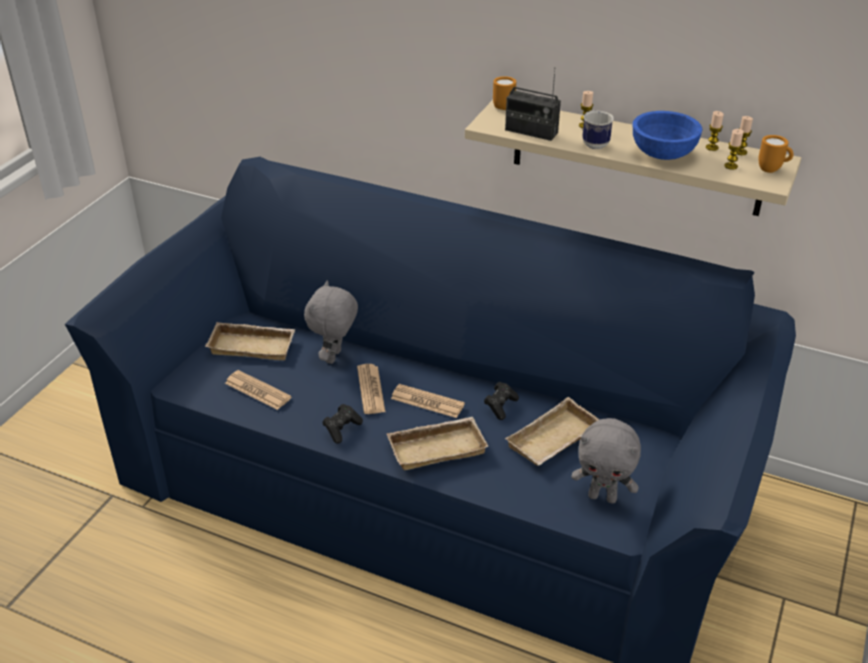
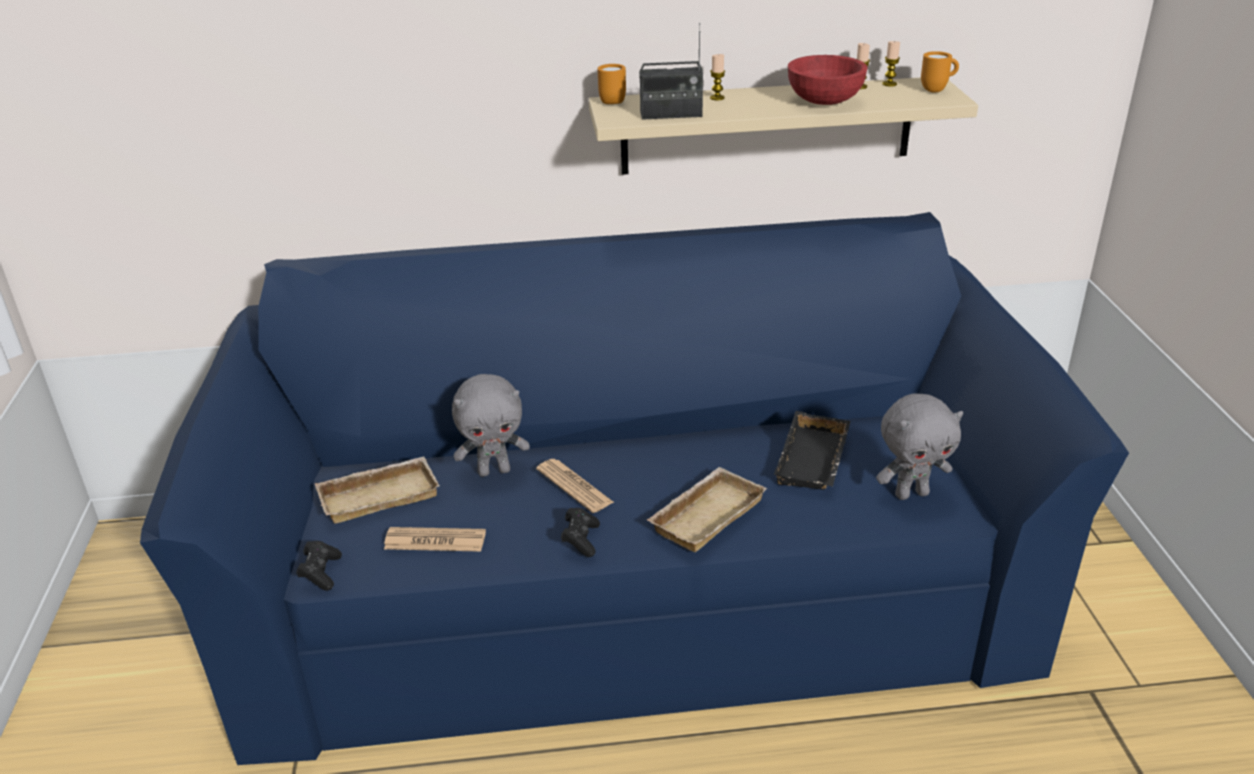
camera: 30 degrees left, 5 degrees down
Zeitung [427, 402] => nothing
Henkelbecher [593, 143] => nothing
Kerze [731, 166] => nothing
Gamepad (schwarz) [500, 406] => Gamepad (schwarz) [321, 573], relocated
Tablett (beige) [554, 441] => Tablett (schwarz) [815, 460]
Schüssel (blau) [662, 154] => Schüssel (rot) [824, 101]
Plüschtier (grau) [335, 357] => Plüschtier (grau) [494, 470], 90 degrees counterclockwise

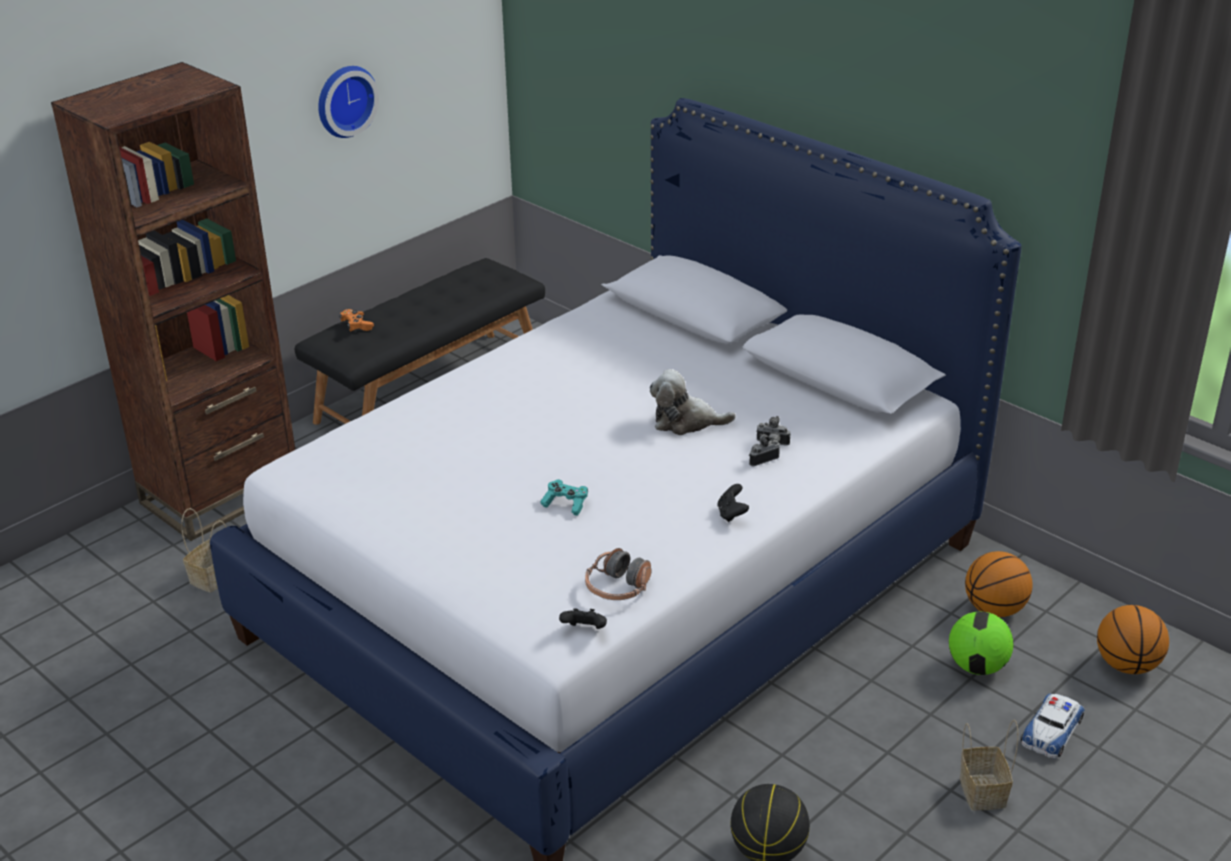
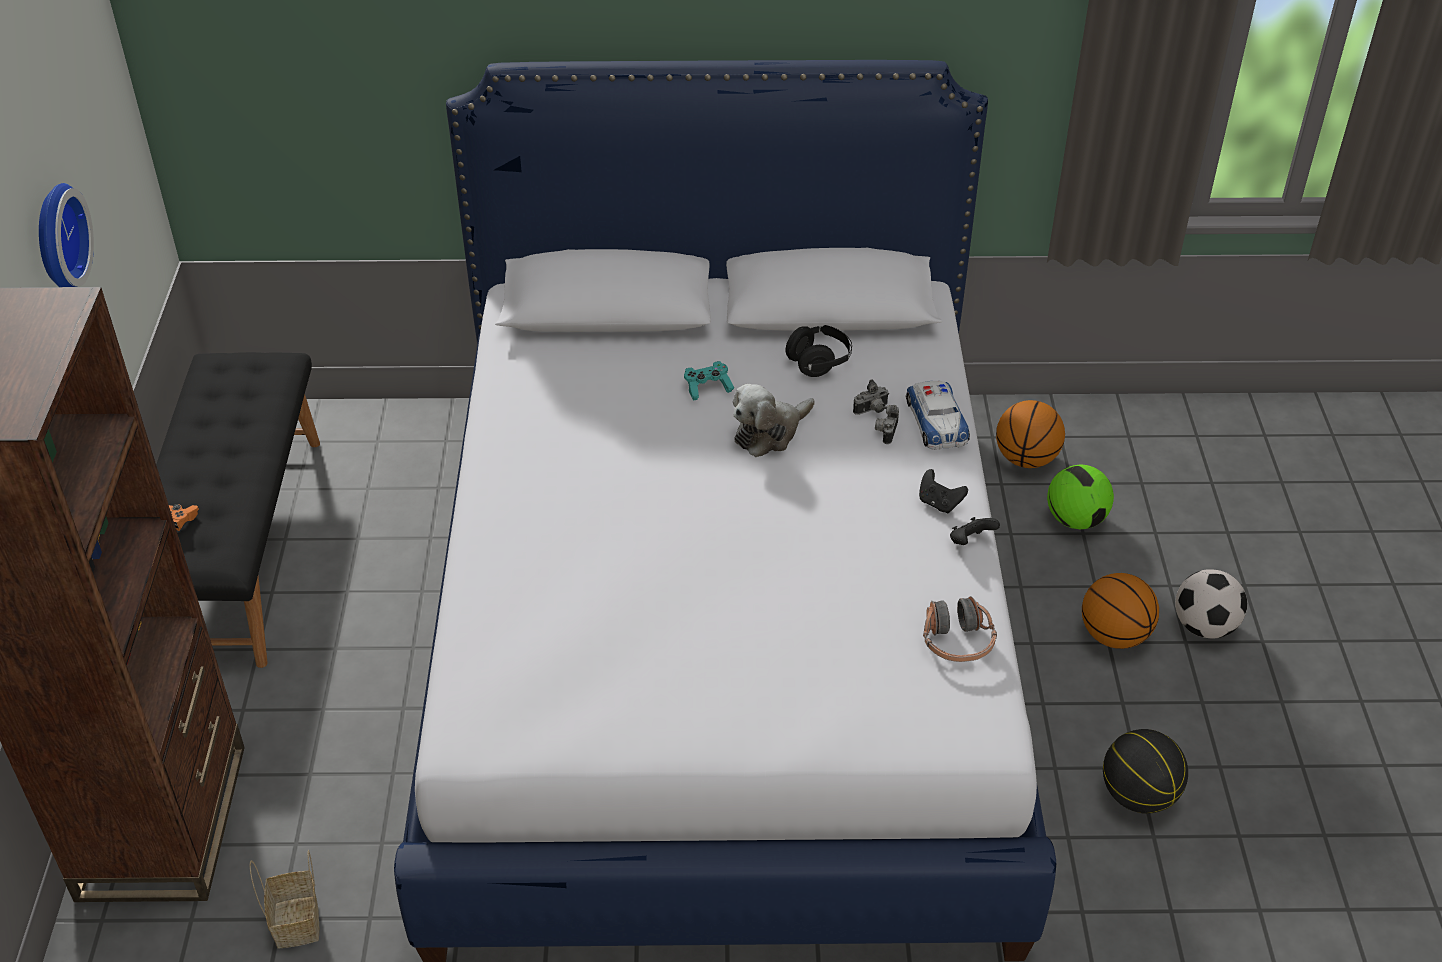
camera: 45 degrees left, 10 degrees up
nothing => Kopfhörer (schwarz) [819, 362]
Gamepad (türkis) [565, 504] => Gamepad (türkis) [707, 387], relocated
Gamepad (schwarz) [585, 630] => Gamepad (schwarz) [970, 542], relocated
Spielzeugauto [1051, 731] => Spielzeugauto [936, 421], relocated
Basketball [1127, 665] => Basketball [1114, 635], relocated
Korb [981, 790] => Fußball [1204, 626]

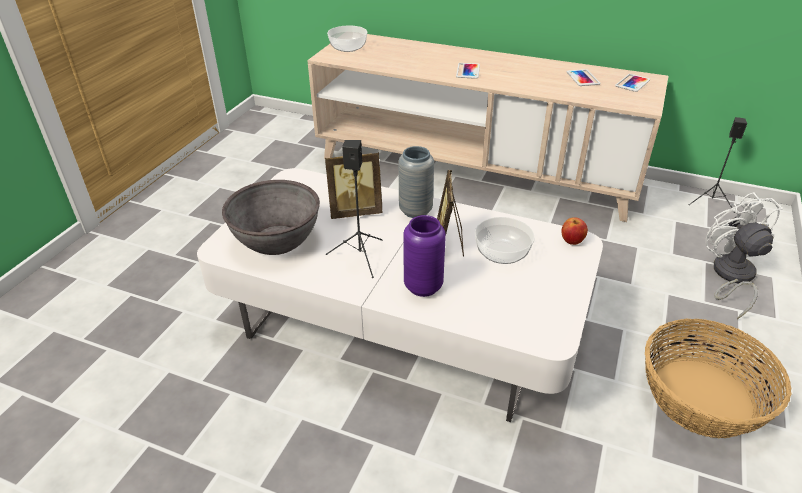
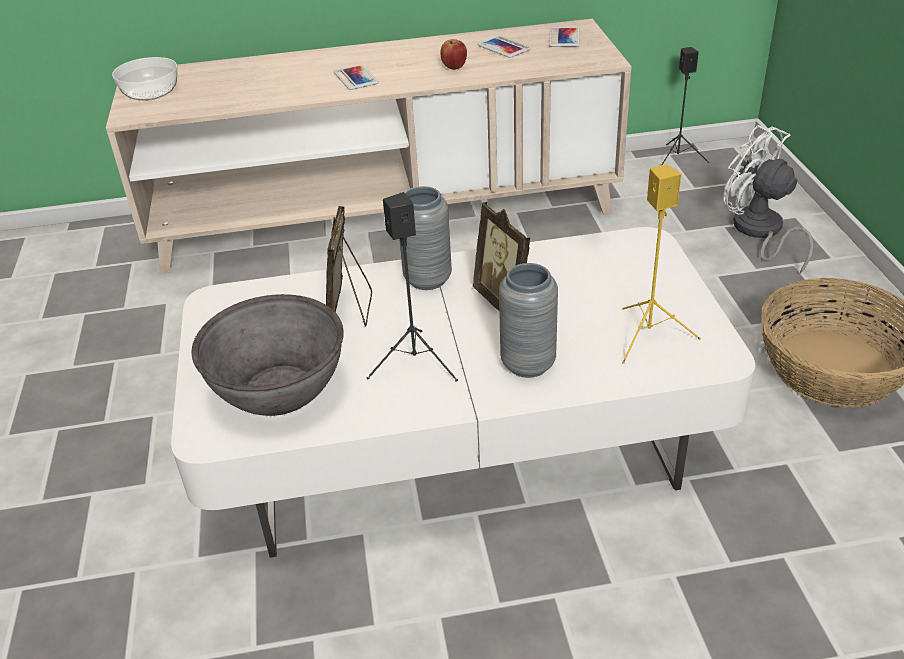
camera: 30 degrees left, 0 degrees up
Schüssel [501, 252] => nothing
nothing => Lautsprecher (gelb) [649, 336]
Apfel [572, 241] => Apfel [454, 67], relocated
Vase (lila) [423, 286] => Vase (grau) [528, 364]
Bilderrahmen [355, 211] => Bilderrahmen [350, 310], 135 degrees clockwise

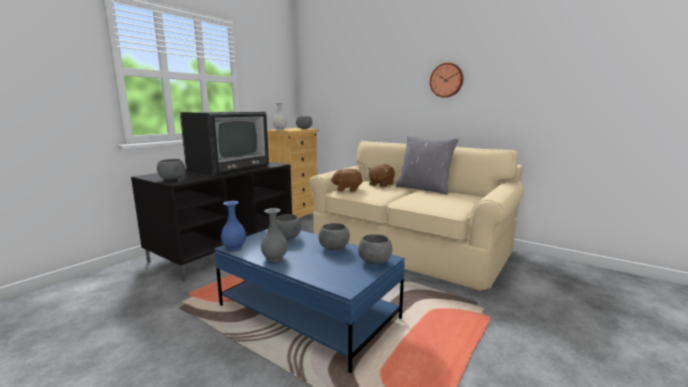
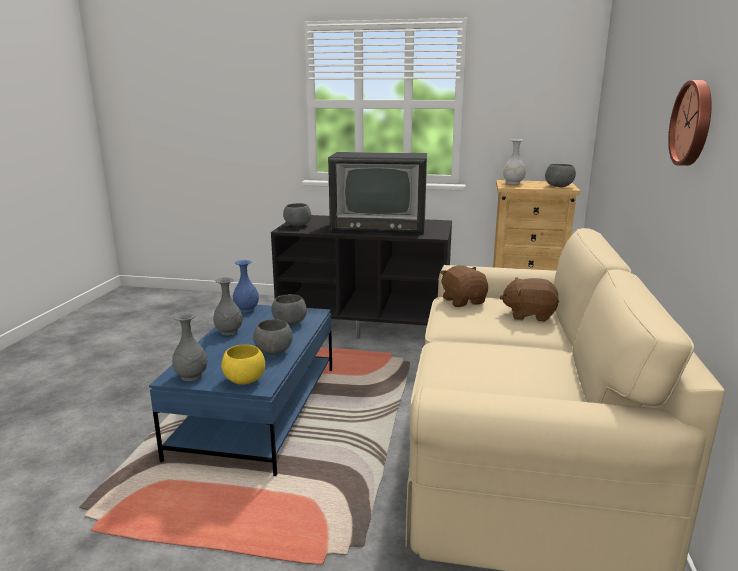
camera: 65 degrees right, 5 degrees up
Kissen (grau) [424, 189] => nothing
nothing => Vase (grau) [191, 376]
Schüssel (grau) [375, 262] => Schüssel (gelb) [244, 381]

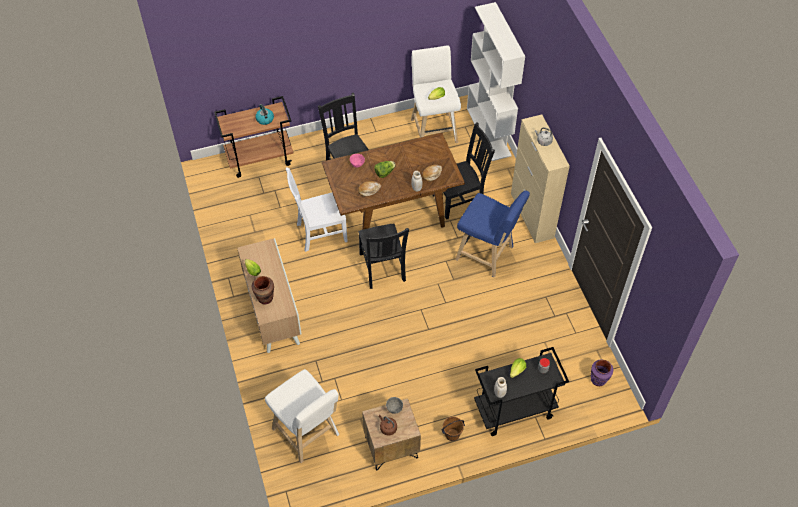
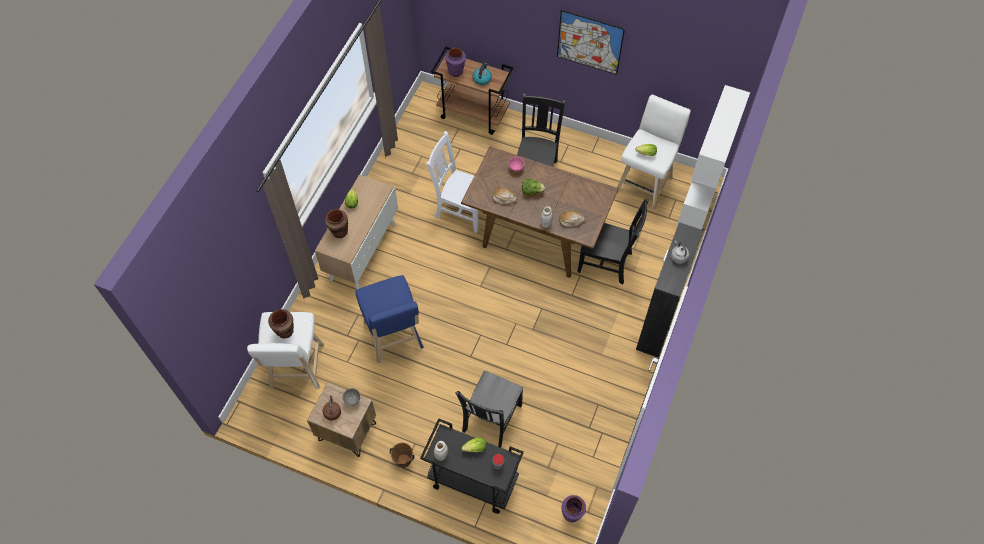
camera: 40 degrees right, 5 degrees up
nothing => Vase (braun) [285, 331]
nothing => Vase (lila) [456, 72]
nothing => Bild [589, 42]
Stuhl (schwarz) [382, 268] => Stuhl (schwarz) [491, 420], relocated
Hocker (blau) [487, 254] => Hocker (blau) [394, 338], relocated
Schrank (beige) [532, 216] => Schrank (schwarz) [657, 323]

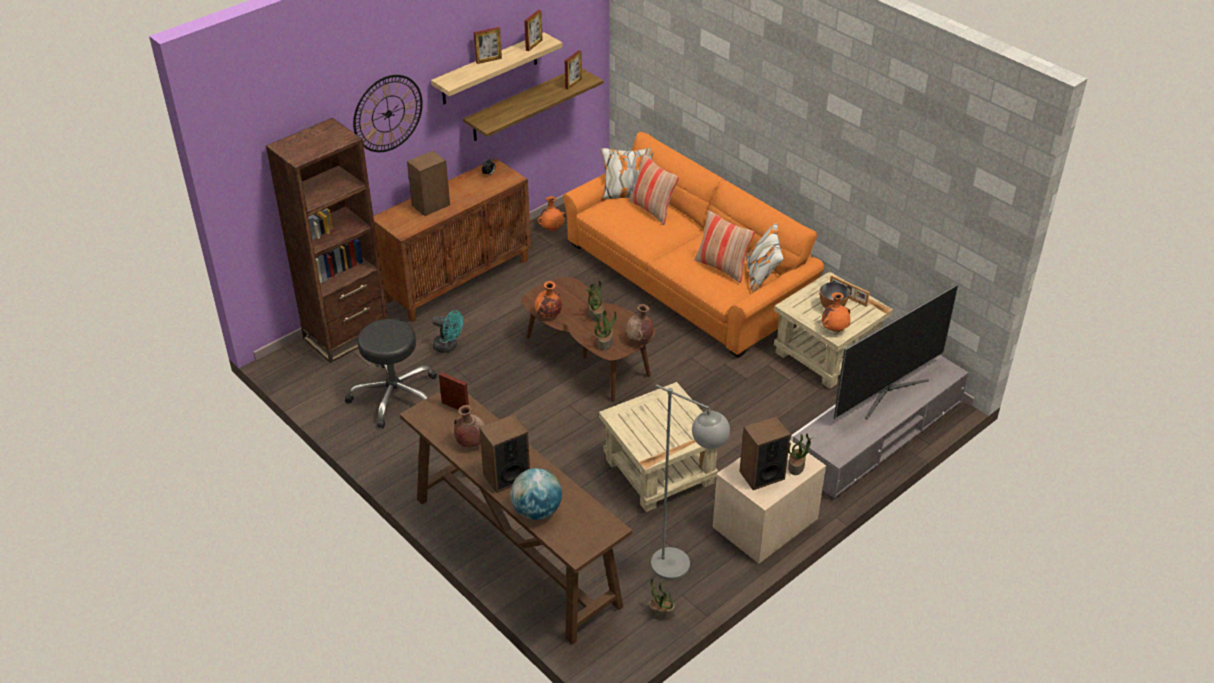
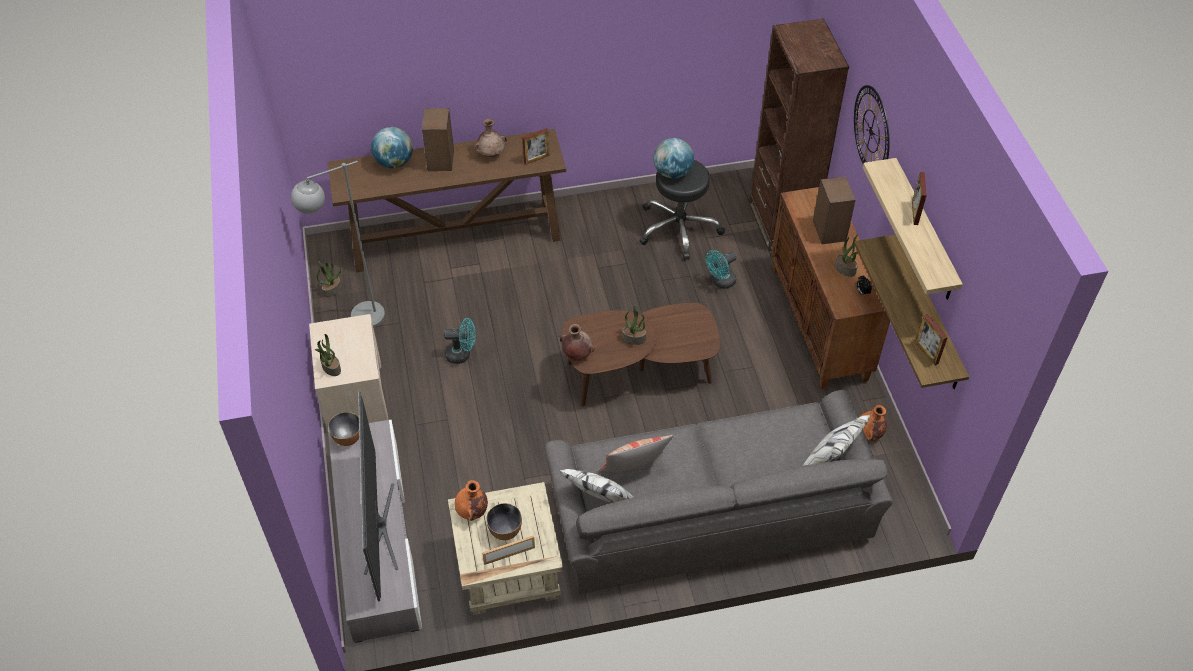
camera: 120 degrees right, 10 degrees up
Bilderrahmen [534, 45] => nothing
Vase (orange) [548, 315] => nothing
Kissen [652, 210] => nothing
Lautsprecher [761, 475] => nothing
nothing => Schüssel [348, 438]
nothing => Globus [672, 172]
Topfpflanze [605, 343] => Topfpflanze [845, 269], relocated
Beistelltisch (beige) [659, 472] => Ventilator (türkis) [462, 354]
Sofa (orange) [687, 278] => Sofa (grau) [709, 512]

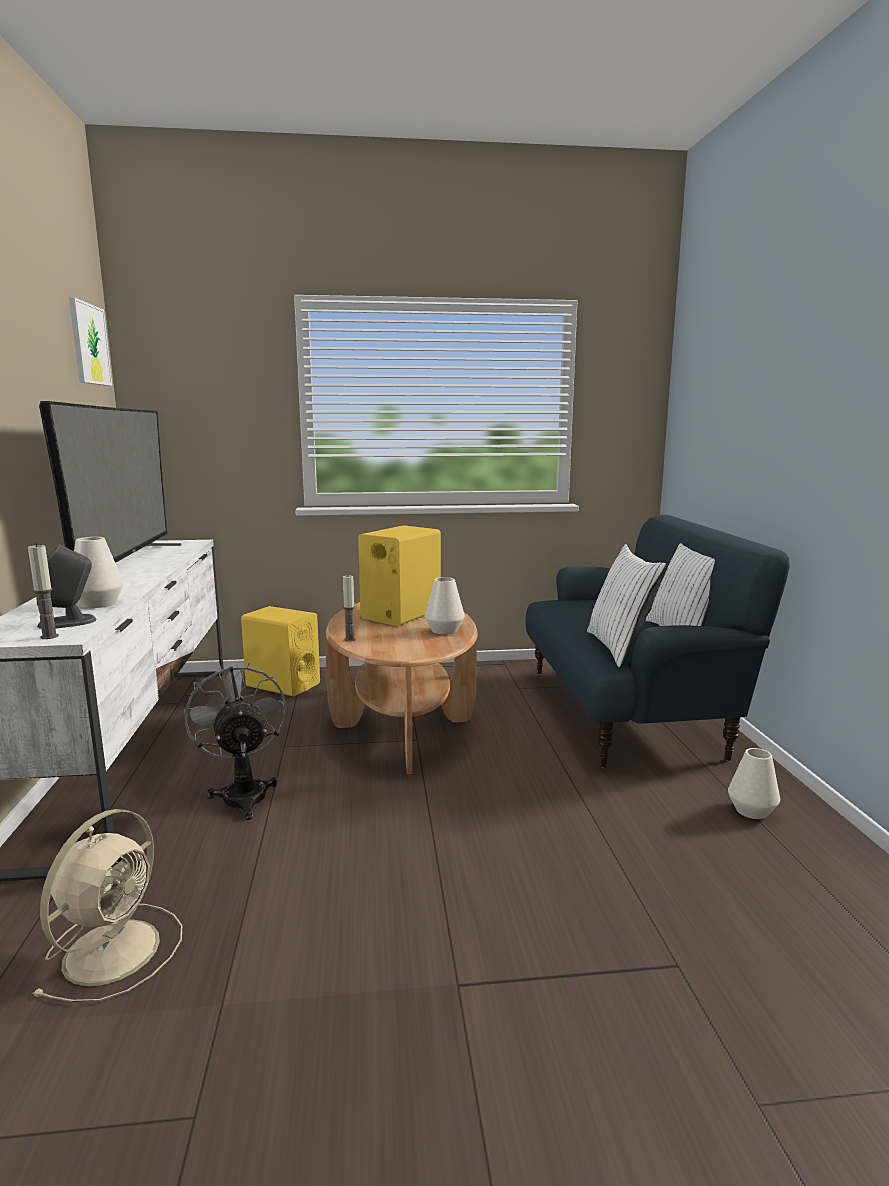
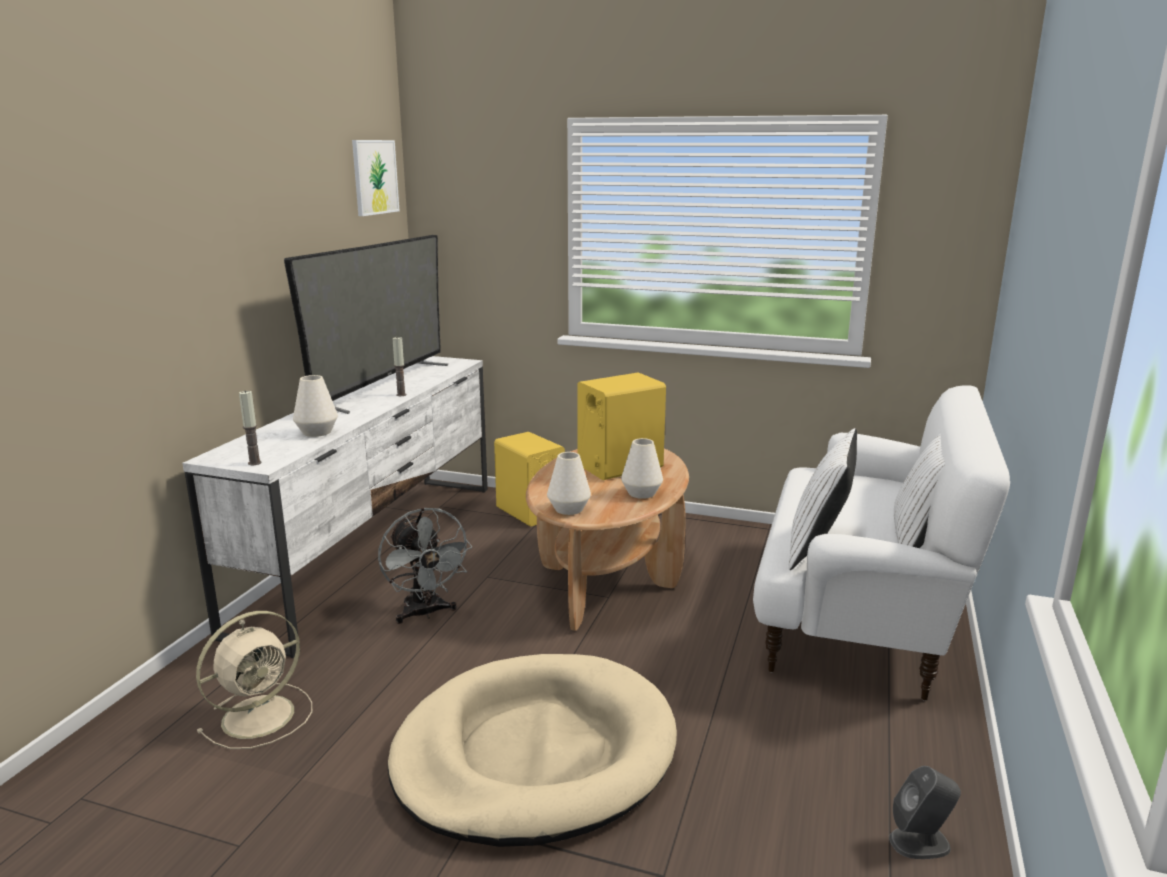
camera: 25 degrees right, 5 degrees up
nothing => Hundebett (beige) [534, 754]
Lautsprecher (grau) [68, 622] => Lautsprecher (grau) [920, 842], relocated
Kerze [350, 639] => Kerze [401, 395], relocated
Vase (weiß) [752, 811] => Vase (weiß) [569, 509], relocated
Sofa (blau) [626, 710] => Sofa (weiß) [858, 613]
Ventilator (grau) [243, 793] => Ventilator (grau) [425, 613], 150 degrees clockwise

